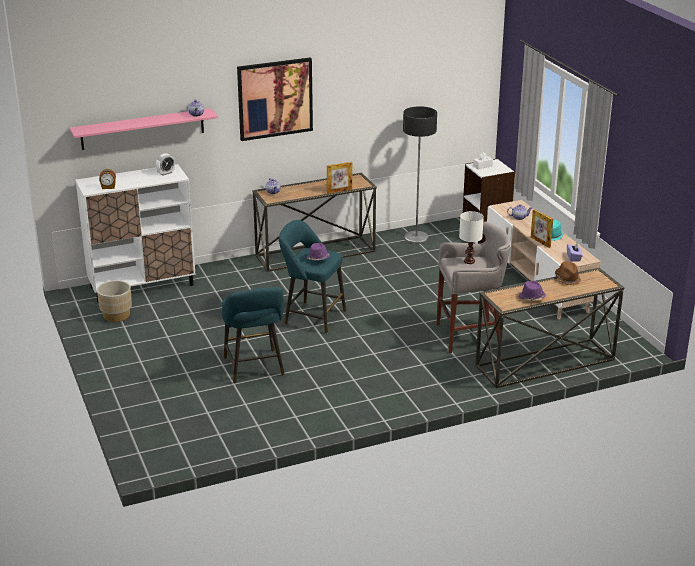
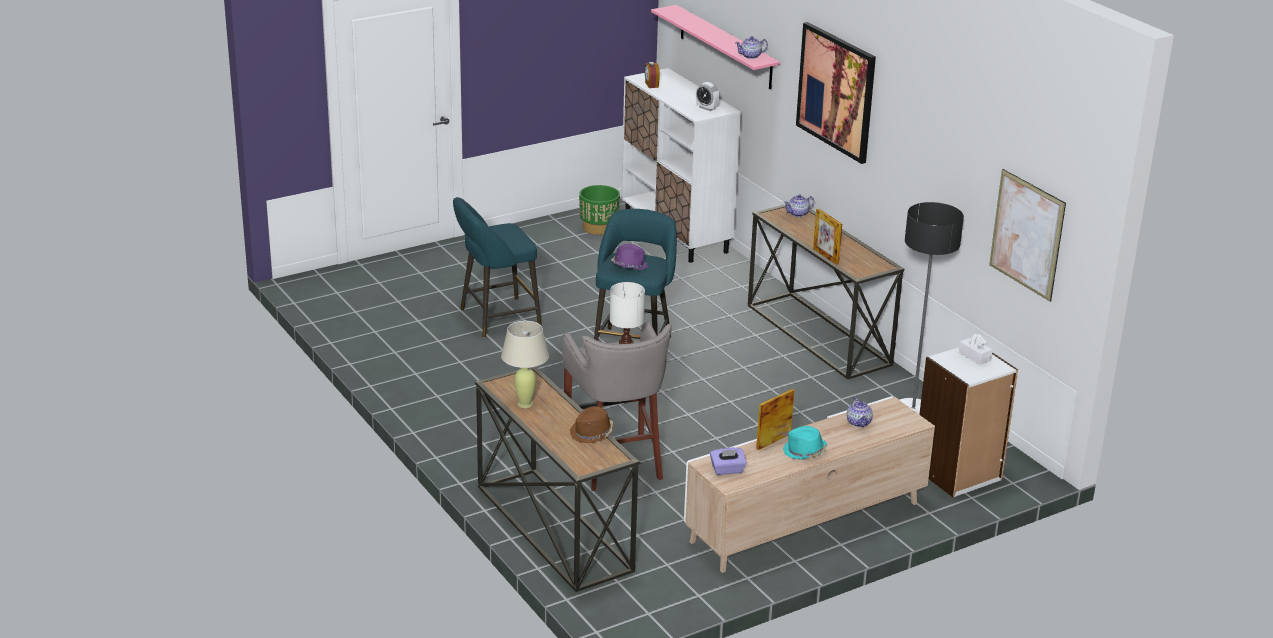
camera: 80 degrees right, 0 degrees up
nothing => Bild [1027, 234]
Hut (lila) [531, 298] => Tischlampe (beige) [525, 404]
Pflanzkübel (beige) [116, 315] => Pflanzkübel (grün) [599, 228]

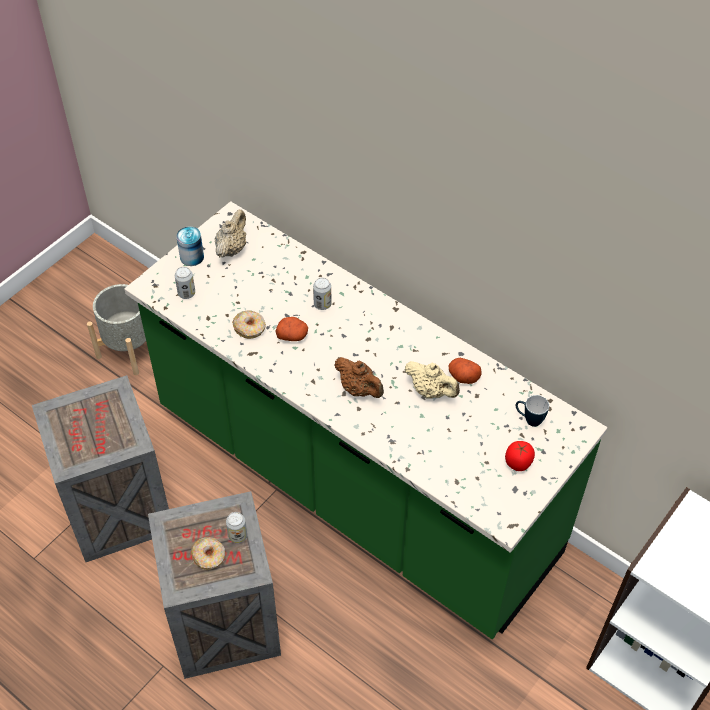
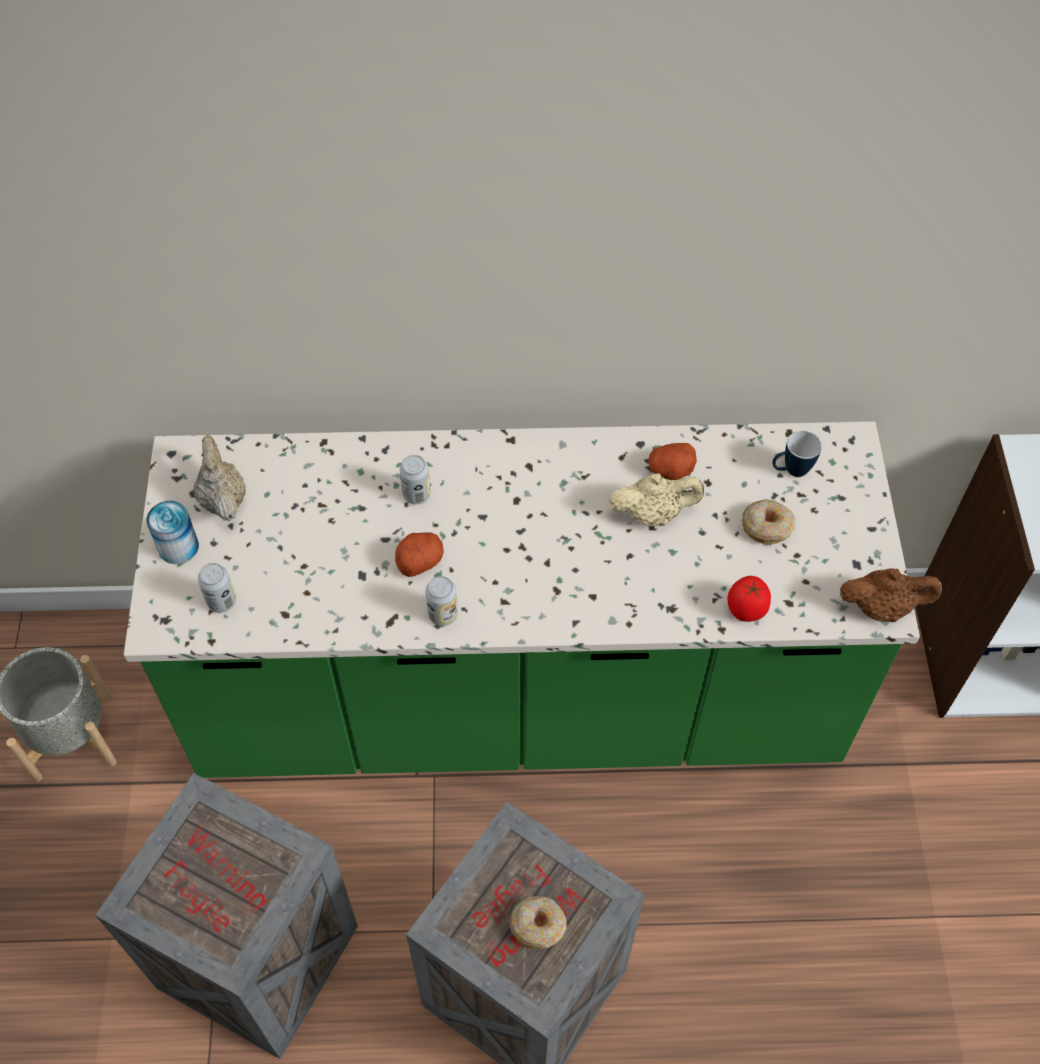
camera: 40 degrees left, 5 degrees up
Dose [237, 536] => Dose [442, 614], relocated
Donut [250, 328] => Donut [767, 526], relocated
Teekanne (braun) [359, 389] => Teekanne (braun) [882, 607], relocated
Tomate [518, 463] => Tomate [746, 609], relocated

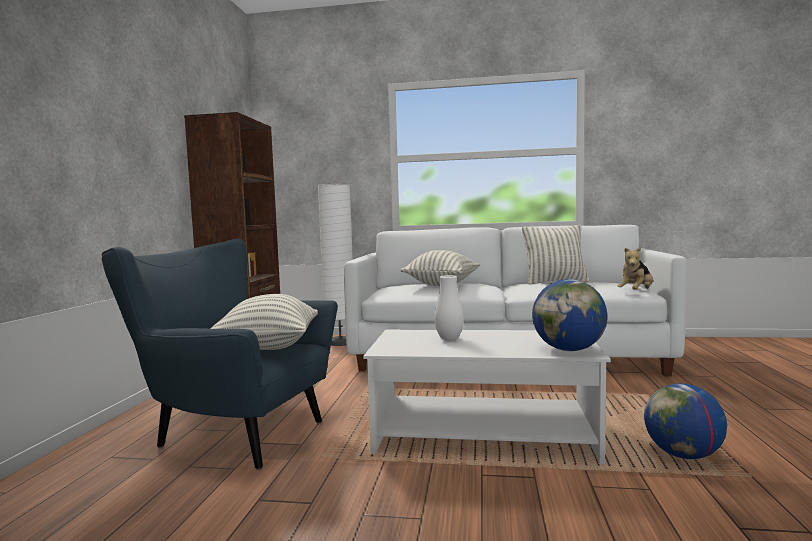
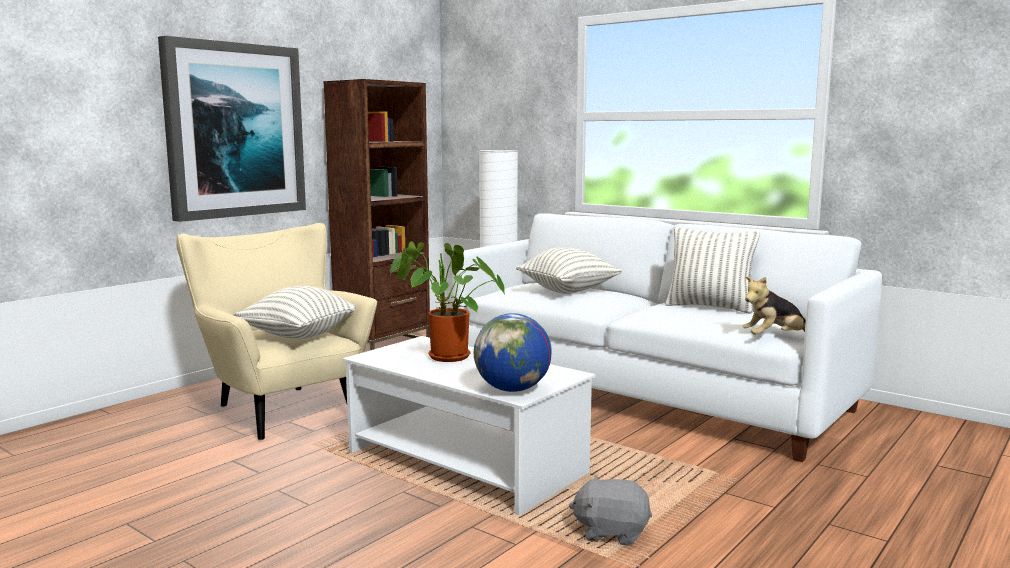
camera: 30 degrees right, 5 degrees up
nothing => Bild [234, 130]
Vase (weiß) [449, 339] => Topfpflanze [444, 357]
Globus [683, 455] => Plüschtier (grau) [611, 532]
Sessel (blau) [231, 433] => Sessel (beige) [279, 409]

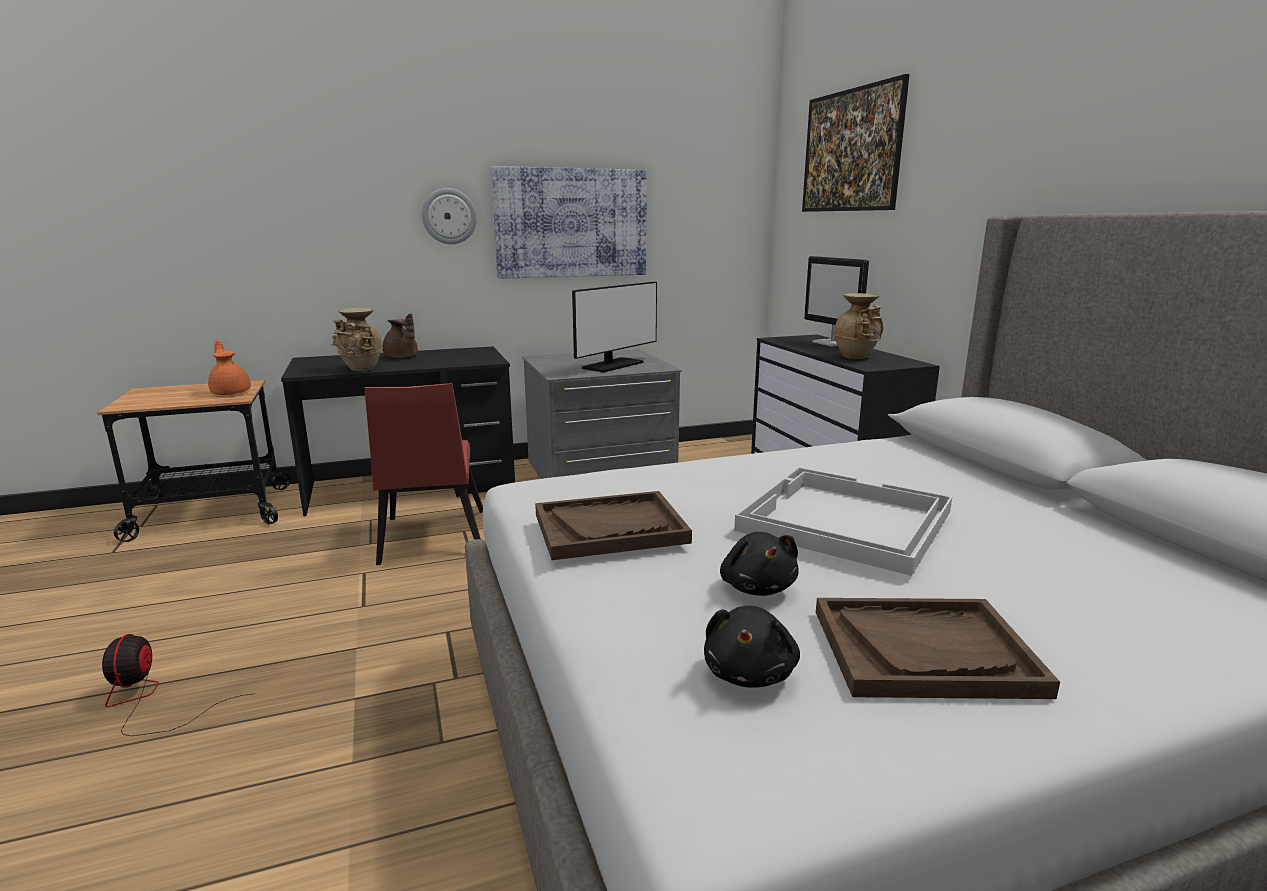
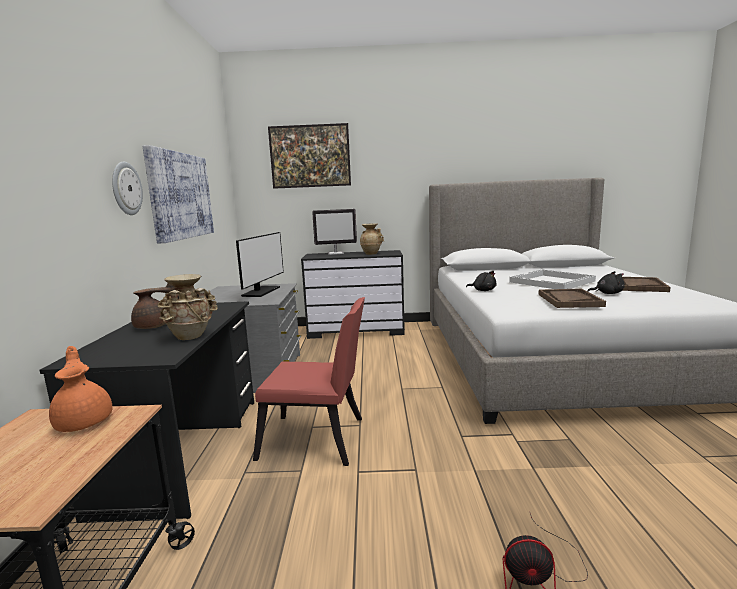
camera: 70 degrees left, 5 degrees down
Plüschtier (schwarz) [750, 673] => Plüschtier (schwarz) [483, 290], relocated
Teekanne (orange) [231, 392] => Teekanne (orange) [85, 421], 75 degrees clockwise
Monitor [613, 365] => Monitor [261, 291], 45 degrees clockwise

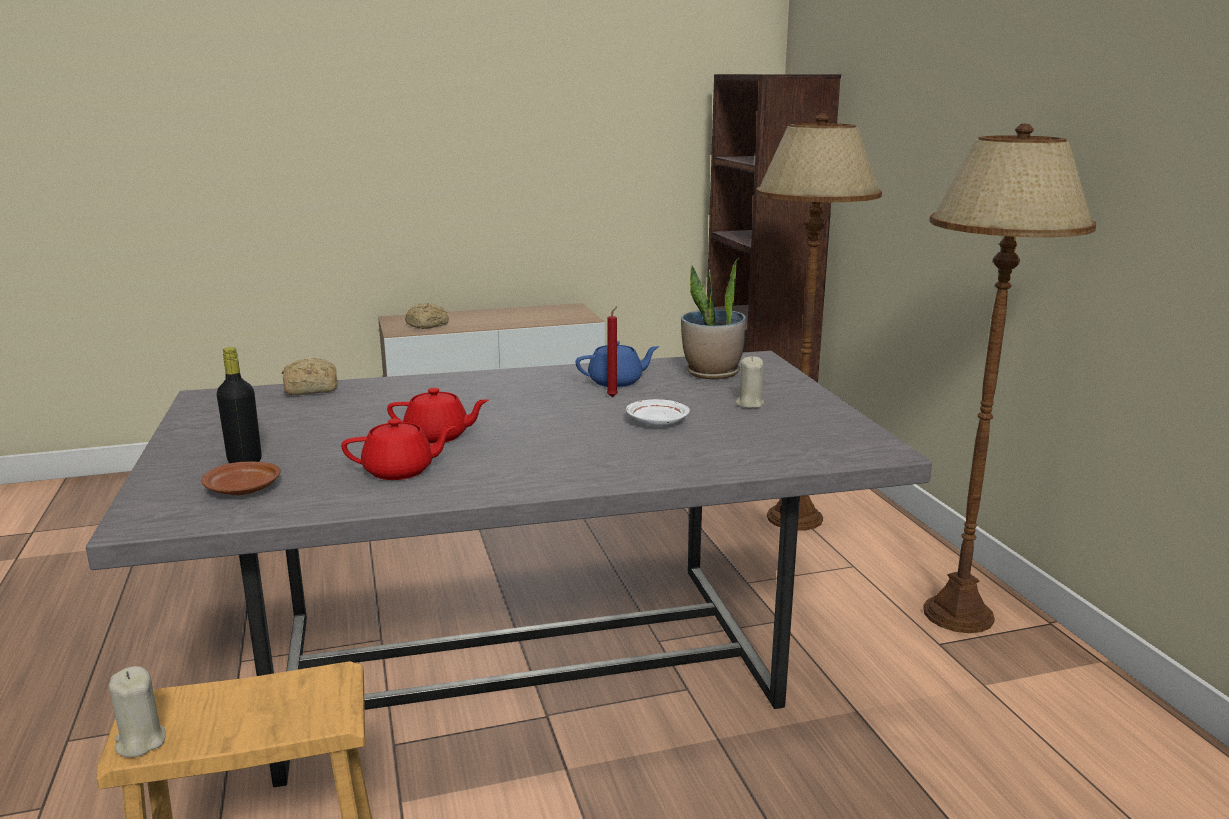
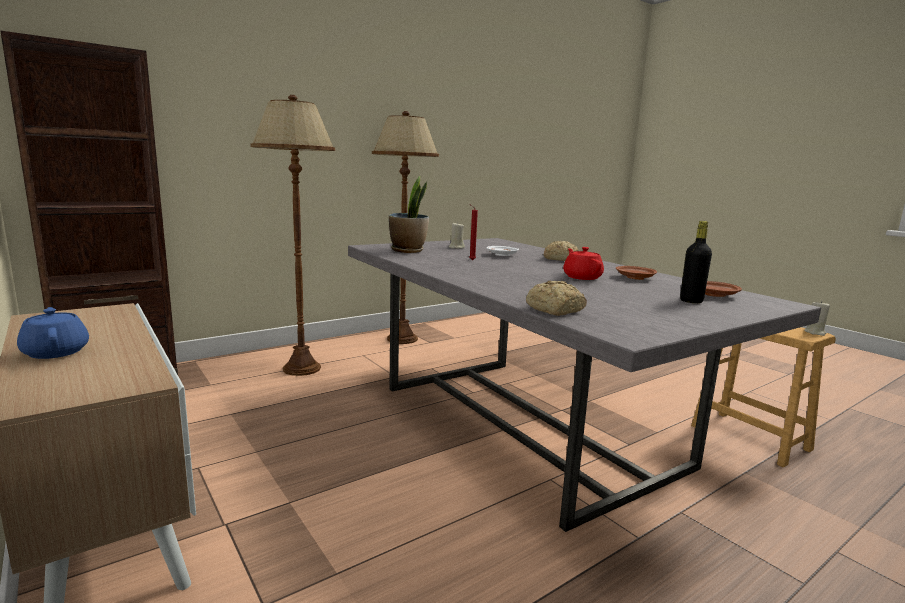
camera: 110 degrees left, 5 degrees down
Brot [428, 325] => Brot [559, 259], relocated
Teekanne (blau) [616, 382] => Teekanne (blau) [56, 352], relocated
Teekanne (rot) [400, 471] => Teller (braun) [634, 278]

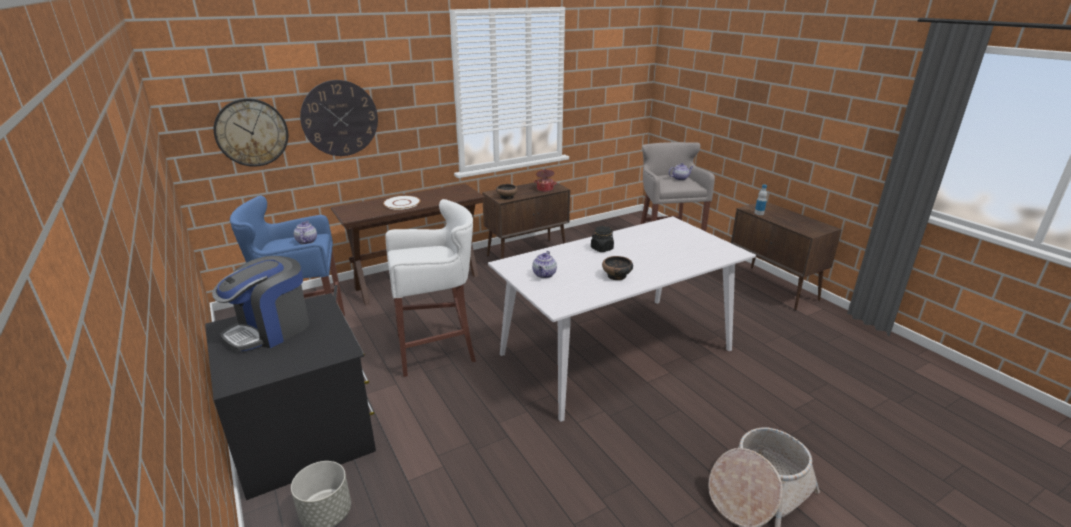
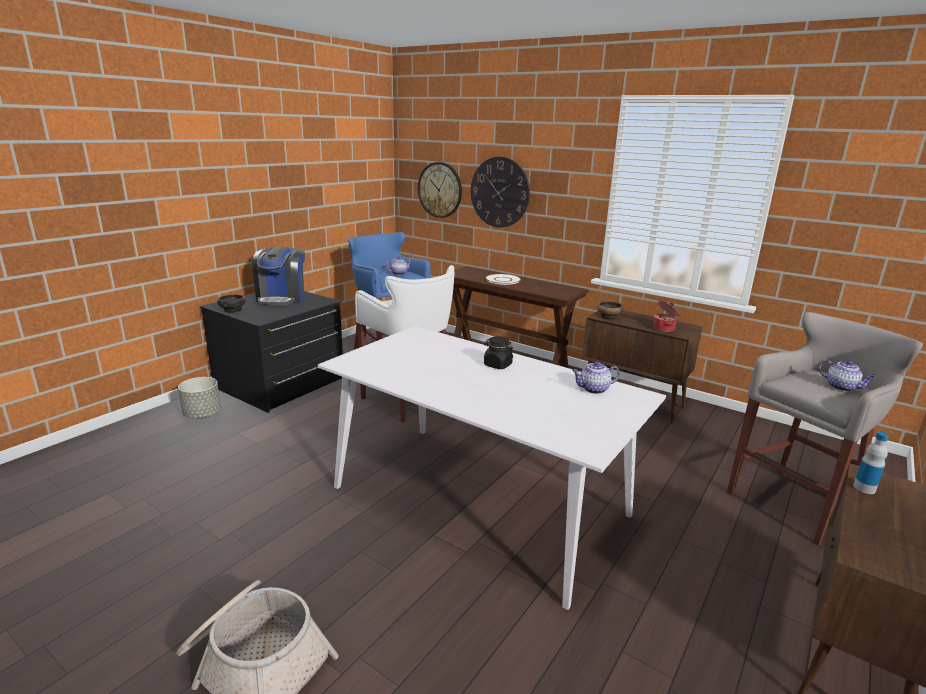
camera: 65 degrees right, 5 degrees down
Teekanne [544, 275] => Teekanne [593, 389], relocated
Schüssel [616, 276] => Schüssel [232, 310], relocated
Kaffeemaschine [270, 329] => Kaffeemaschine [281, 298], 105 degrees counterclockwise

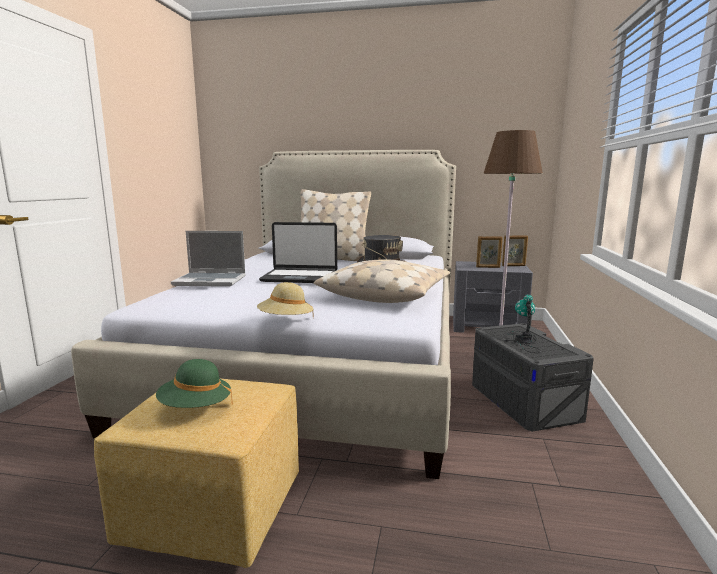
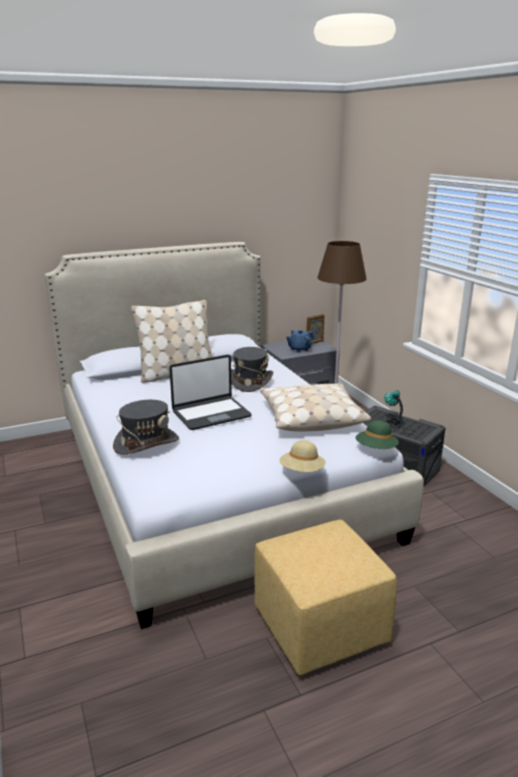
camera: 35 degrees left, 10 degrees up
Hut (grün) [195, 408] => Hut (grün) [376, 449], relocated
Laptop [211, 281] => Hut (grau) [146, 443]
Bilderrahmen [488, 267] => Teekanne (blau) [299, 349]

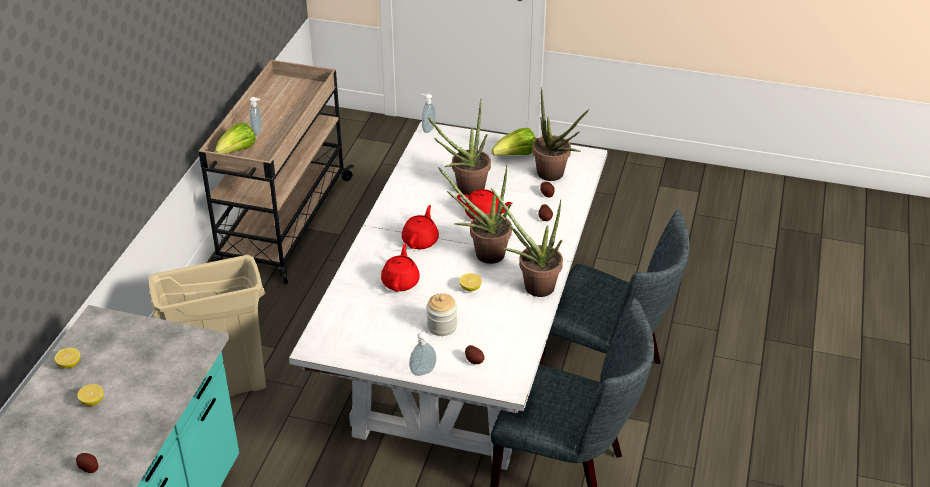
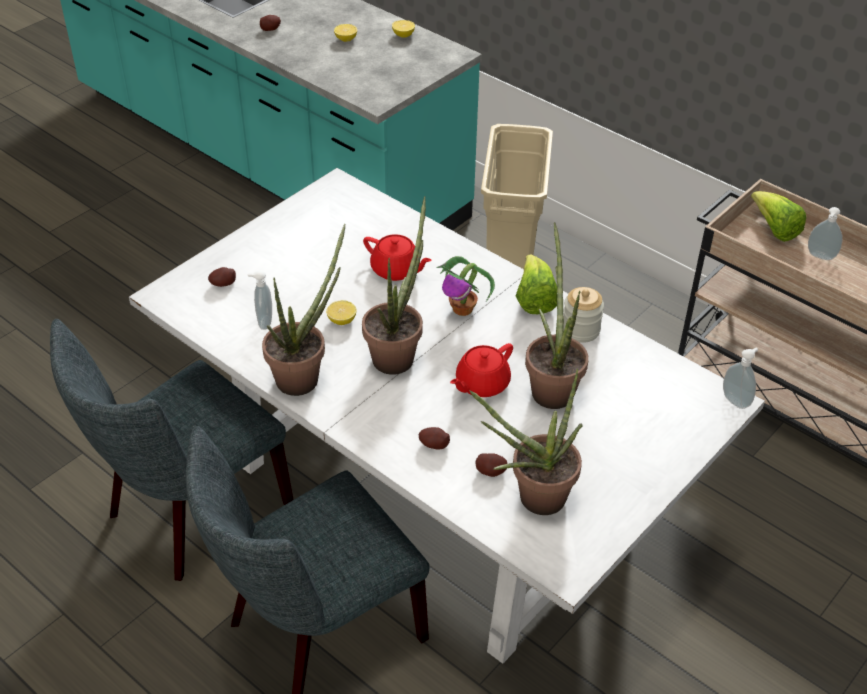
camera: 115 degrees right, 5 degrees up
Seifenspender [423, 373] => Seifenspender [263, 322], relocated
Vorratsglas [442, 326] => Vorratsglas [580, 330], relocated
Salatkopf [515, 156] => Salatkopf [534, 299], relocated
Teekanne (rot) [420, 240] => Topfpflanze [463, 309]

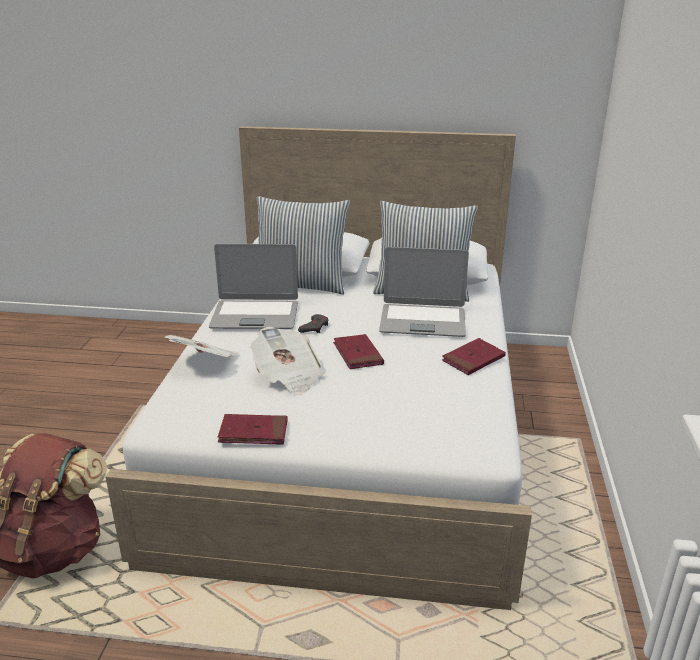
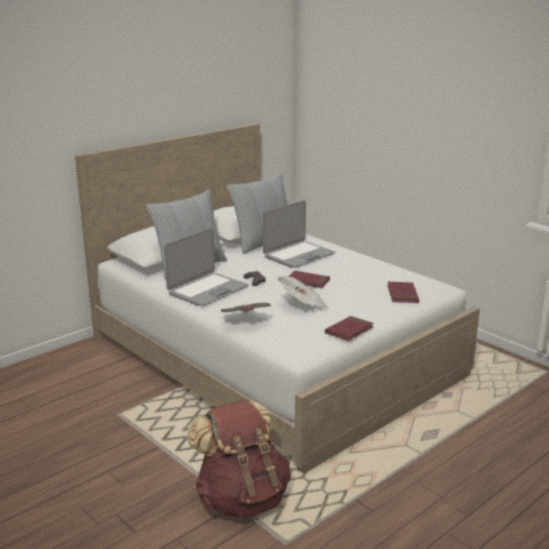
camera: 50 degrees left, 5 degrees down
Buch (rot) [473, 359] => Buch (rot) [402, 294], relocated

